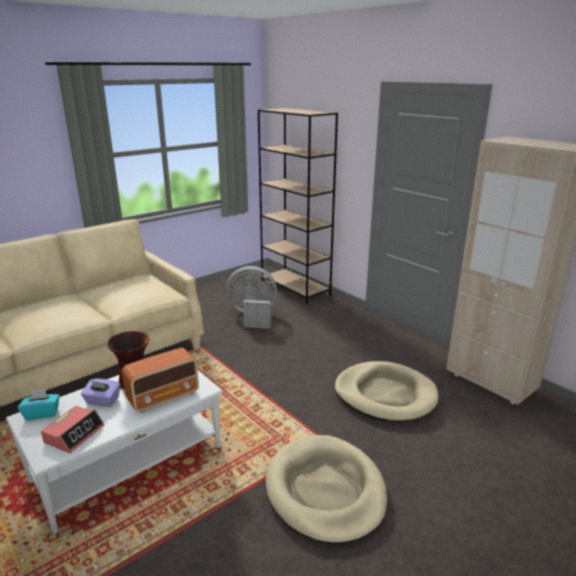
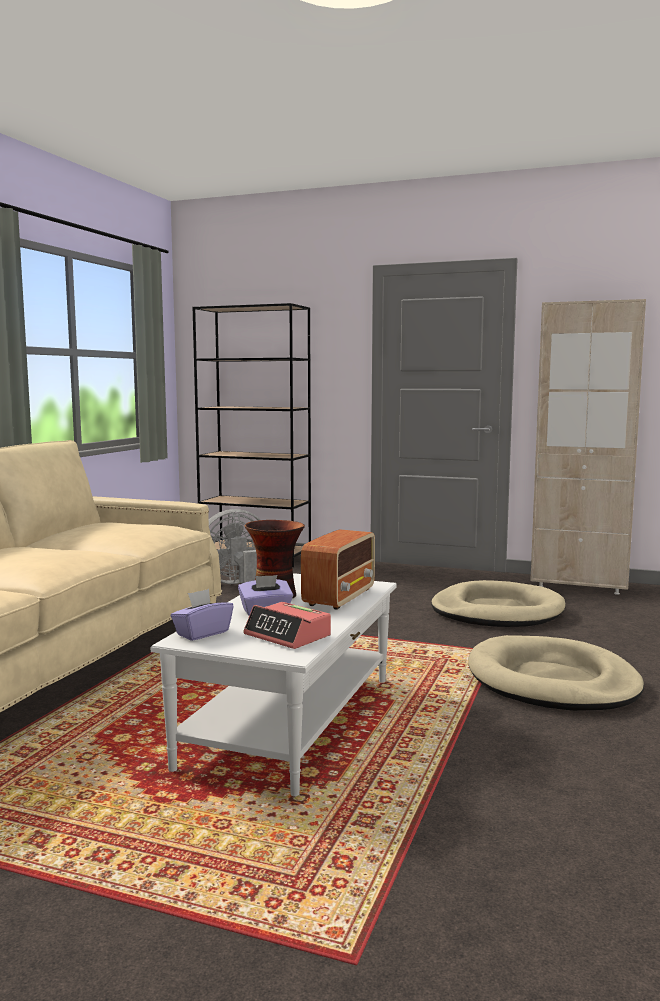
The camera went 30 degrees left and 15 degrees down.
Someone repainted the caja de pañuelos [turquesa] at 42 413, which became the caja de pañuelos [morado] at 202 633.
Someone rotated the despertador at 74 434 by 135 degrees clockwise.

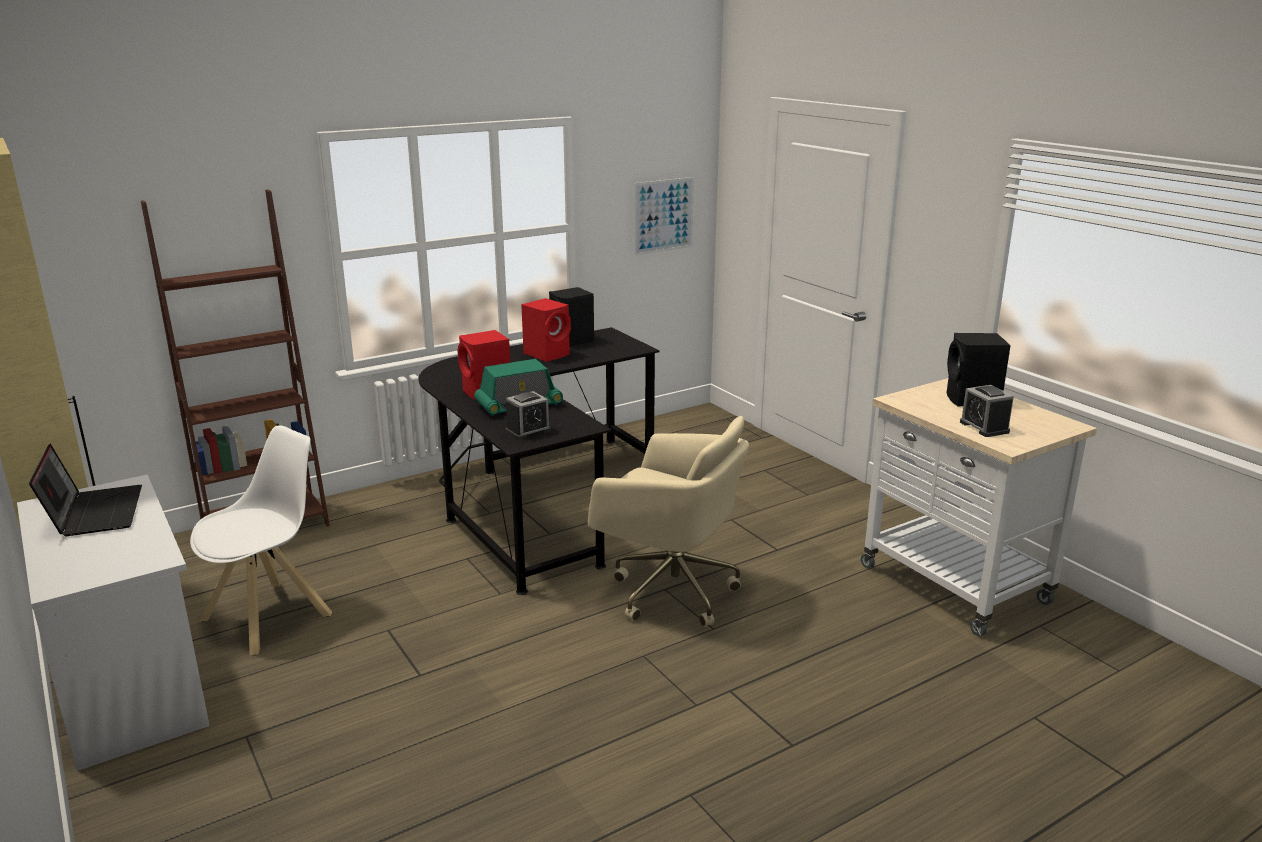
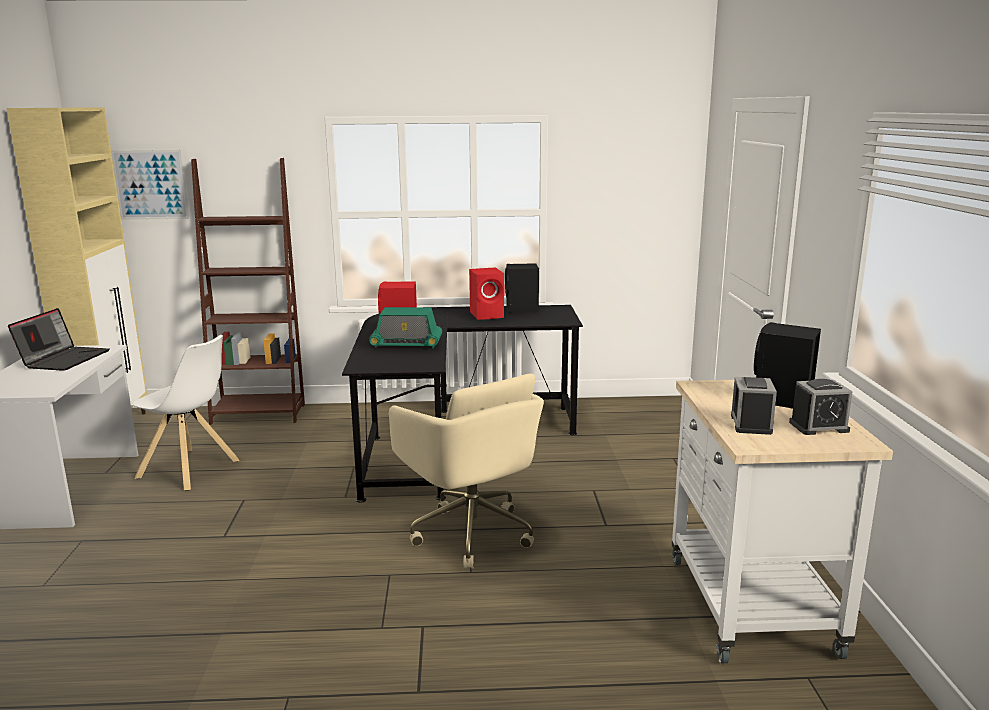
The camera went 30 degrees right and 5 degrees down.
Someone rotated the silla [blanco] at 270 615 by 45 degrees clockwise.
Someone carried the despertador from 528 430 to 818 427.
Someone carried the cuadro from 663 215 to 150 185.

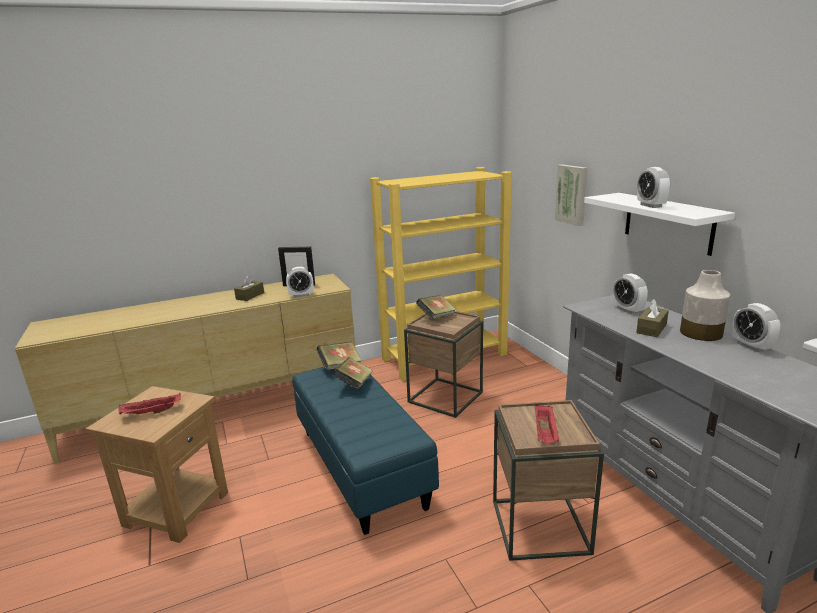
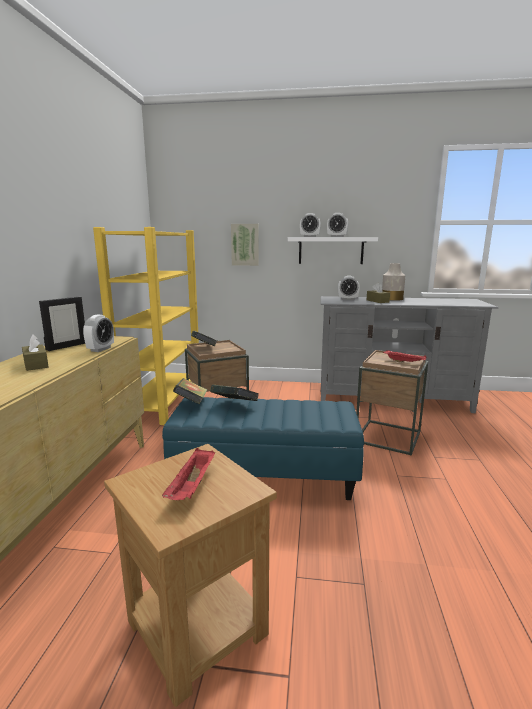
The camera went 60 degrees left and 5 degrees down.
Someone carried the despertador from 751 346 to 309 237.

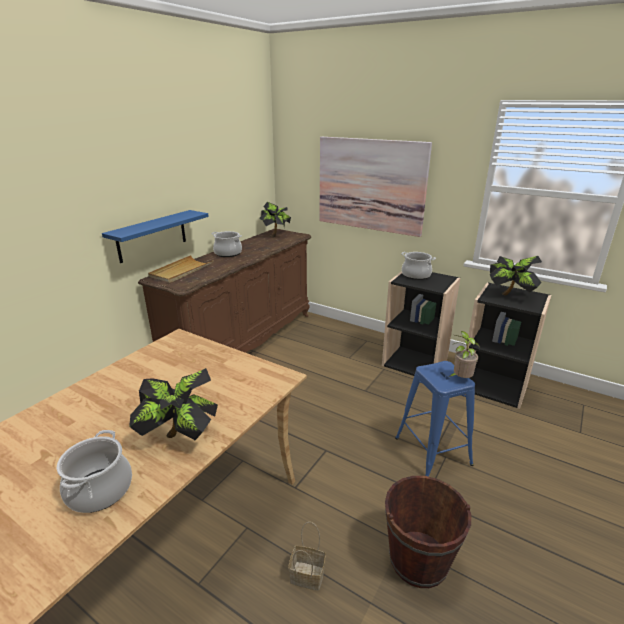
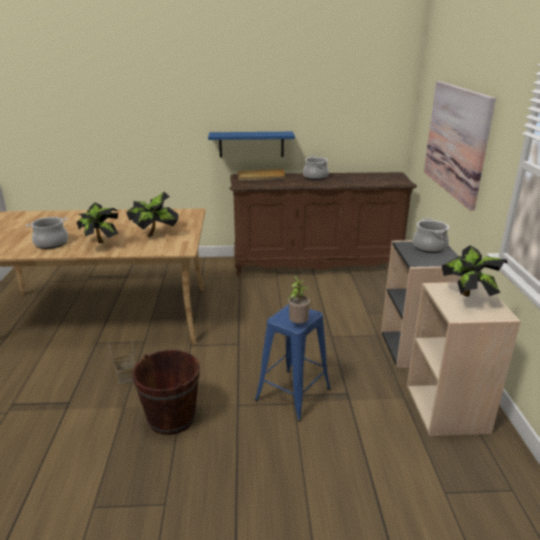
The camera went 55 degrees right and 0 degrees up.
Someone carried the planta en maceta from 275 235 to 155 235.
Someone repainted the estantería [negro] at 494 386, which became the estantería [beis] at 448 409.

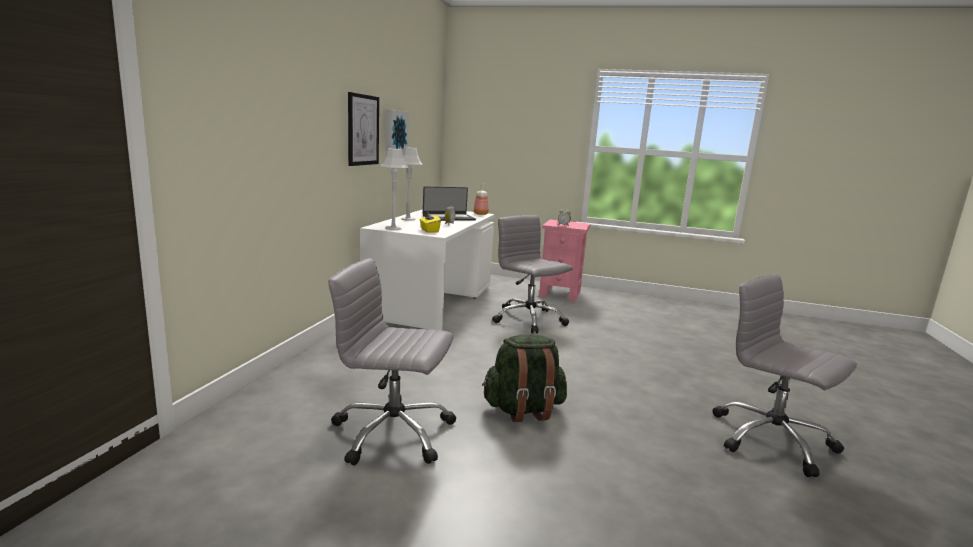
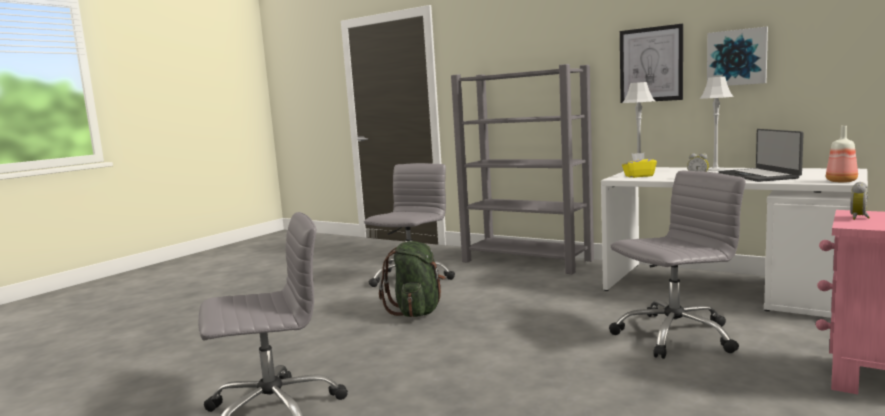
The camera went 110 degrees right and 5 degrees down.
Someone put down the estantería [gris] at 527 261.

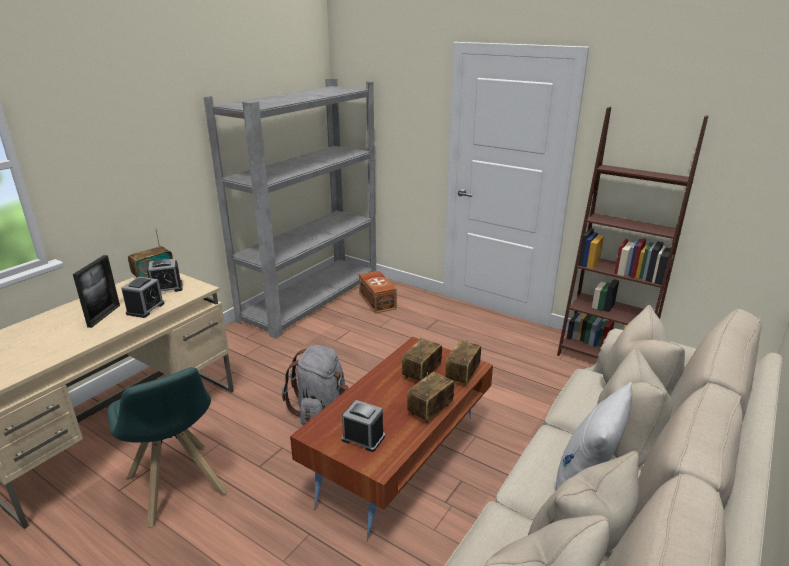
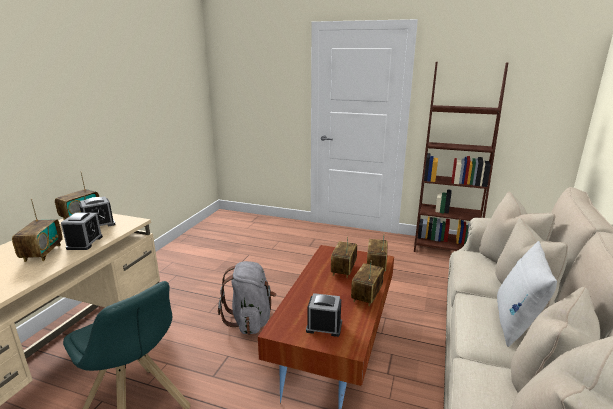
The camera went 15 degrees left and 5 degrees down.
Someone swapped the portarretratos at 104 316 for the radio at 42 253.
Someone took away the estantería [gris] at 311 297.
Someone took away the caja de almacenaje [marrón] at 377 300.

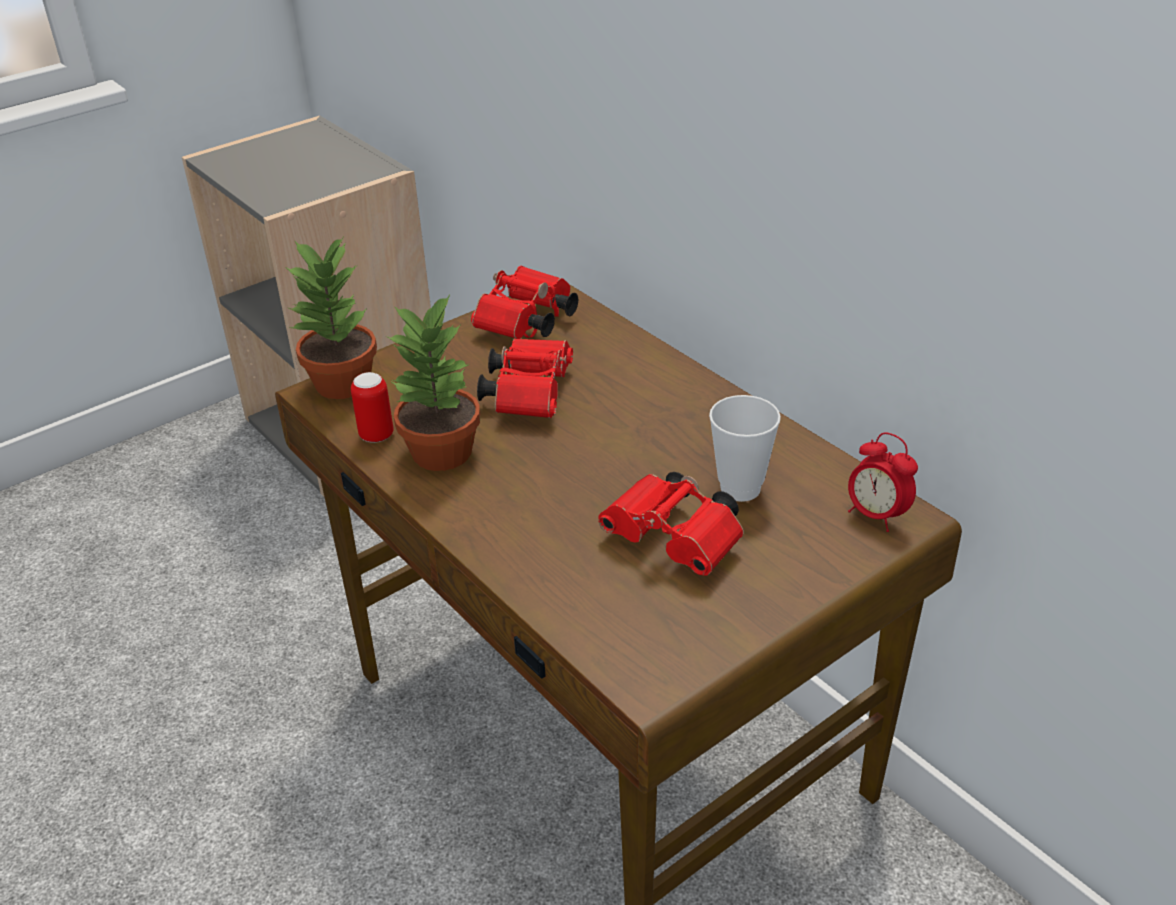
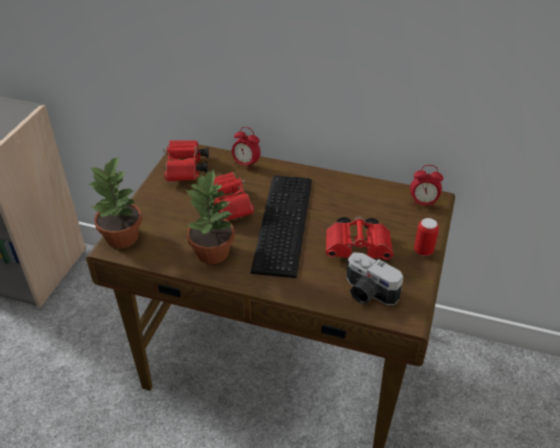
The camera went 35 degrees left and 5 degrees up.
Someone carried the lata from 376 435 to 423 251.
Someone took away the taza at 740 489.
Someone put down the despertador at 246 164.
Someone put down the teclado at 280 224.
Someone put down the cámara at 367 293.

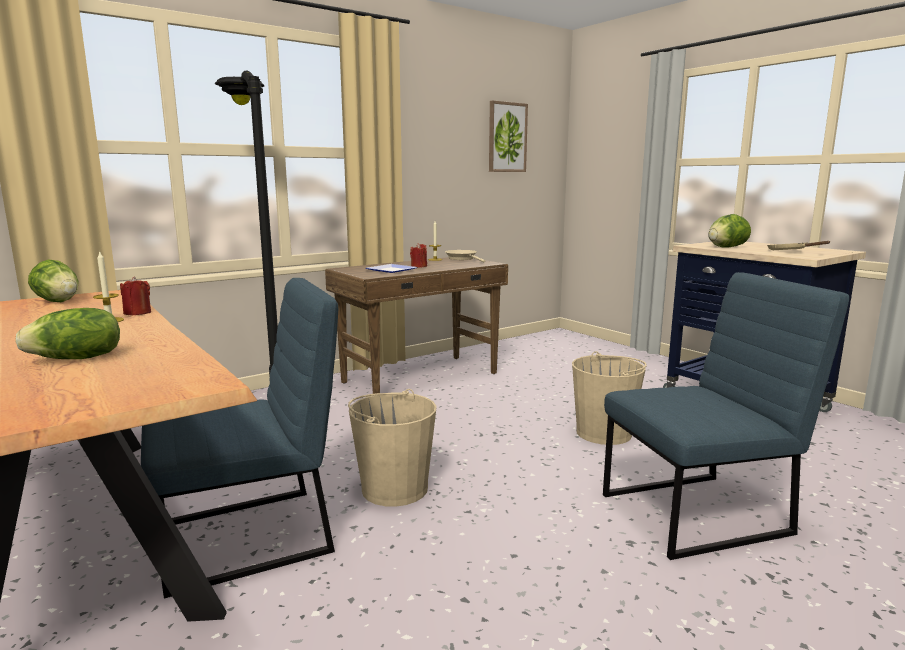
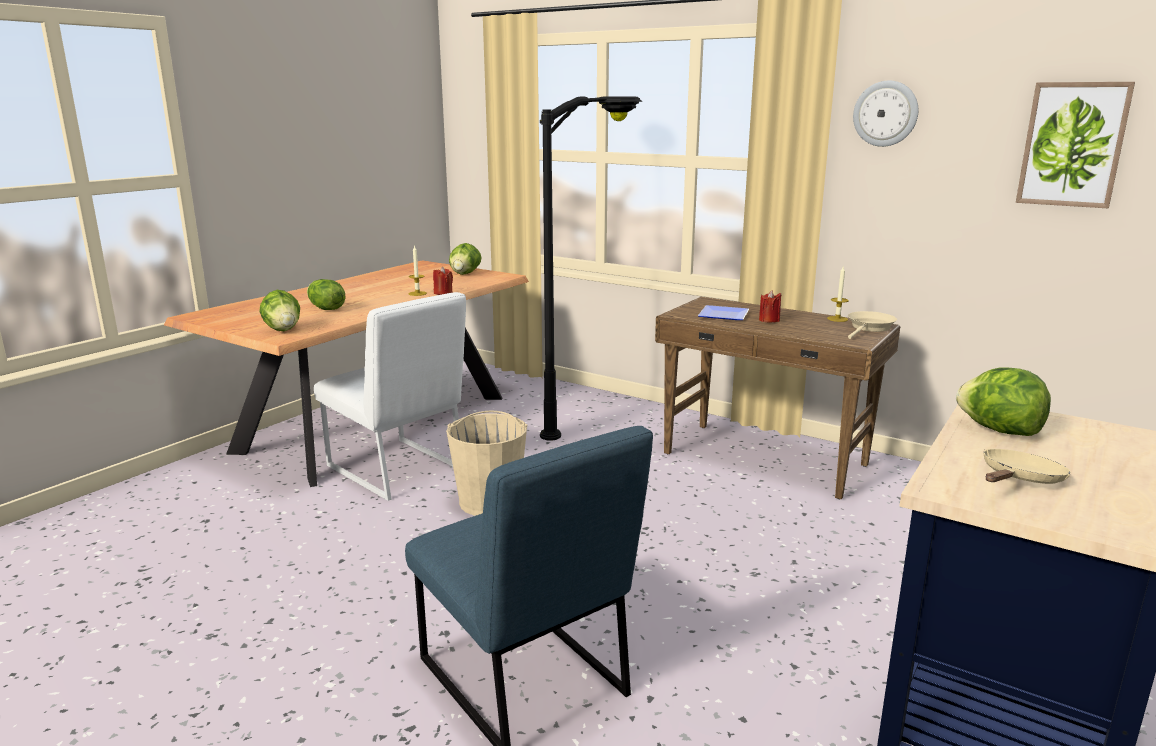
The camera went 70 degrees right and 5 degrees up.
Someone repainted the silla [azul] at 251 537, which became the silla [blanco] at 397 469.
Someone took away the cubo [beis] at 604 433.
Someone put down the lechuga at 283 330.
Someone put up the reloj de pared at 885 113.

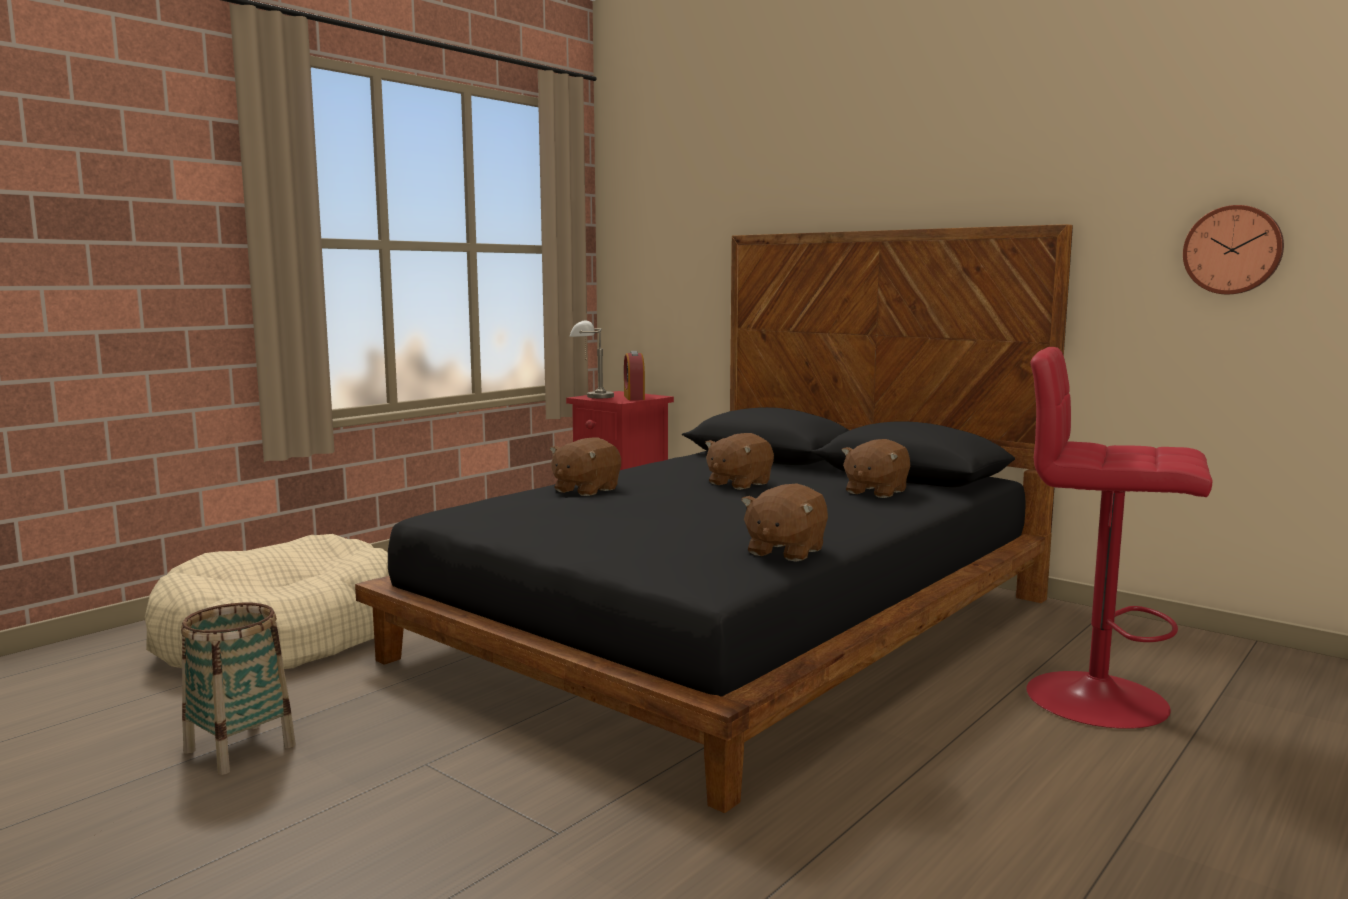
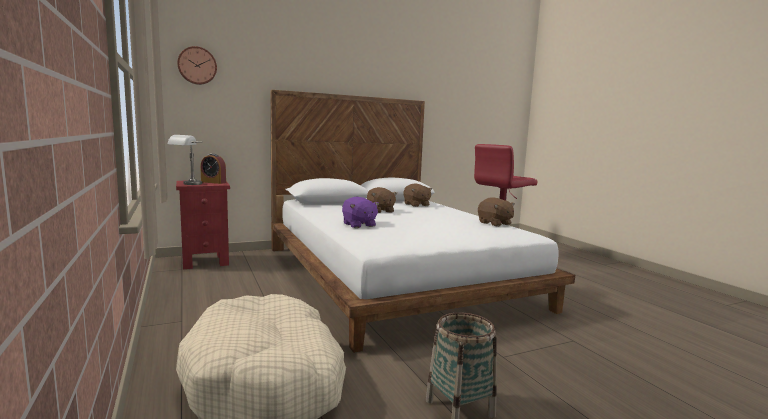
The camera went 65 degrees left and 0 degrees up.
Someone repainted the cama [negro] at 735 628, which became the cama [blanco] at 394 276.
Someone repainted the peluche [marrón] at 585 490, which became the peluche [morado] at 359 225.
Someone carried the reloj de pared from 1233 250 to 197 66.

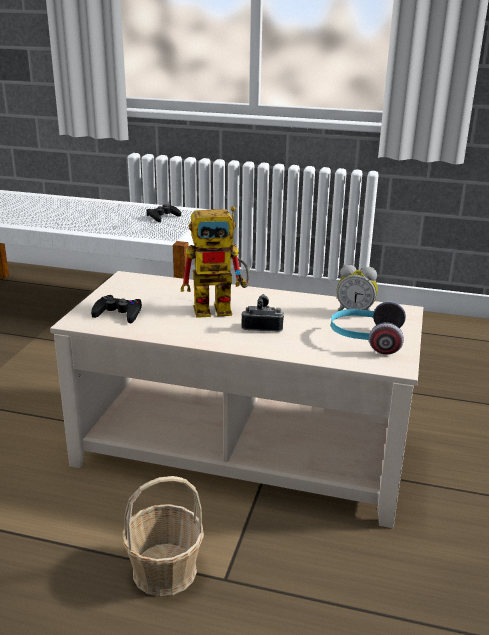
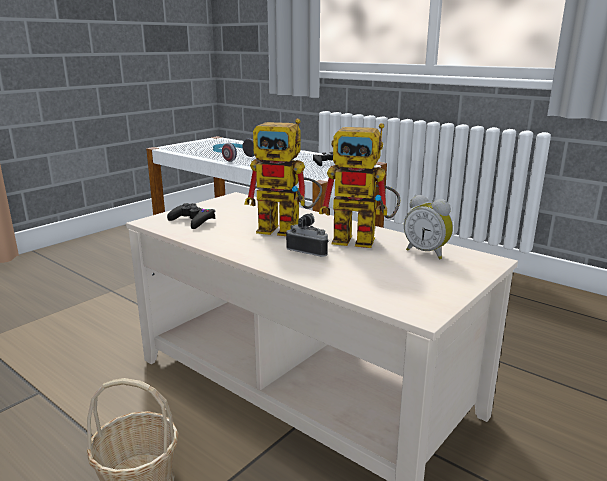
The camera went 25 degrees right and 5 degrees down.
Someone carried the auriculares from 365 339 to 232 157.
Someone put down the robot de juguete at 364 240.

